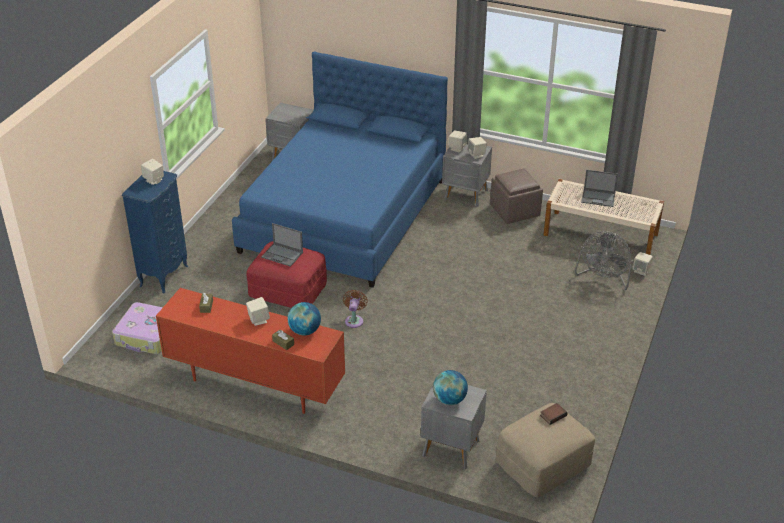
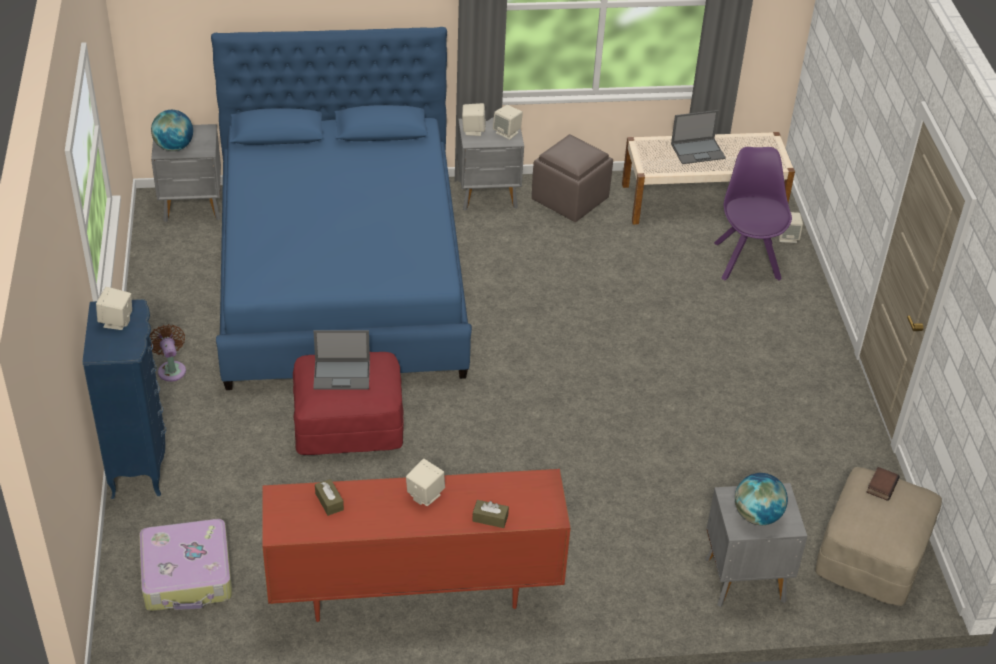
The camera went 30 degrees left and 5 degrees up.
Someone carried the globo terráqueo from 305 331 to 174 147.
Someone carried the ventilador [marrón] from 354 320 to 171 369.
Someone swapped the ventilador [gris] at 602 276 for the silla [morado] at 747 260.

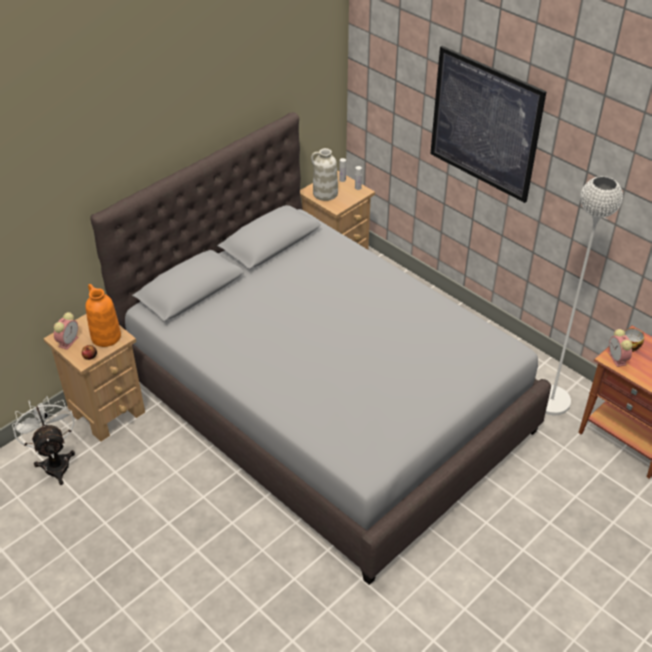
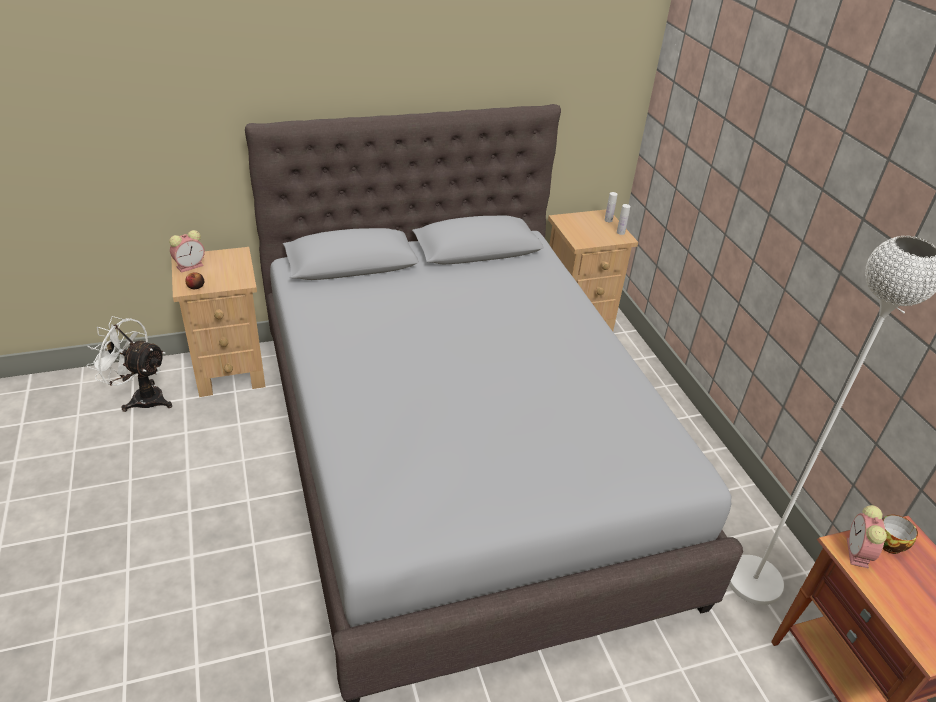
The camera went 25 degrees right and 5 degrees down.
Someone rotated the ventilador [blanco] at 55 462 by 75 degrees counterclockwise.
Someone took away the florero [naranja] at 105 336.
Someone took away the florero [blanco] at 325 194.
Someone took away the cuadro at 485 124.

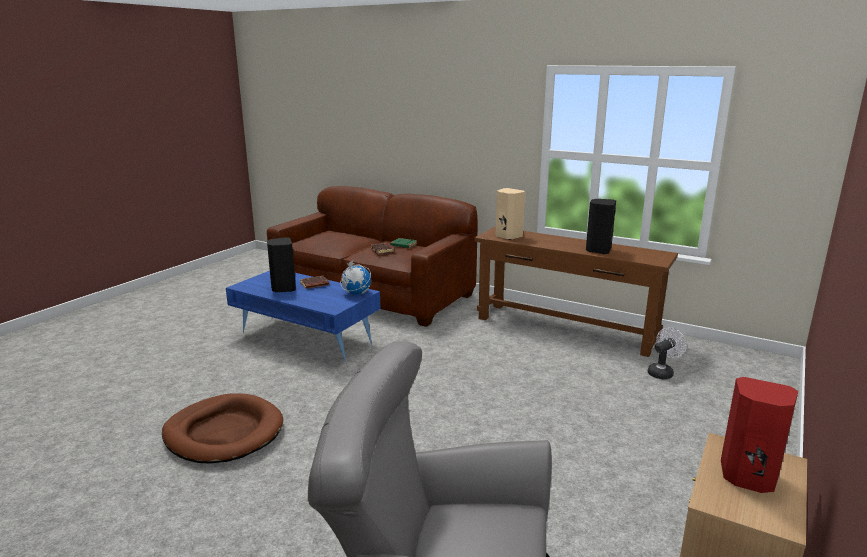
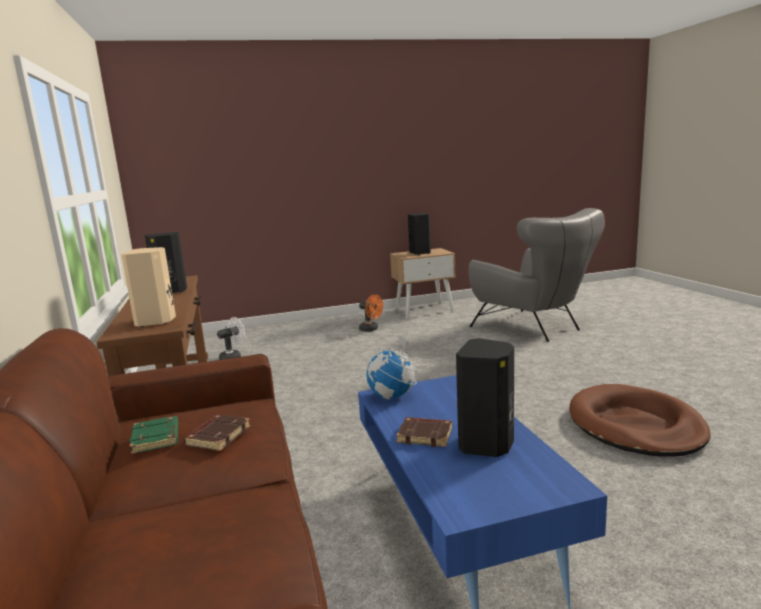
The camera went 135 degrees left and 5 degrees down.
Someone rotated the ventilador [blanco] at 662 372 by 135 degrees clockwise.
Someone repainted the altavoz [rojo] at 748 478, which became the altavoz [negro] at 420 253.
Someone put down the ventilador [naranja] at 371 329.

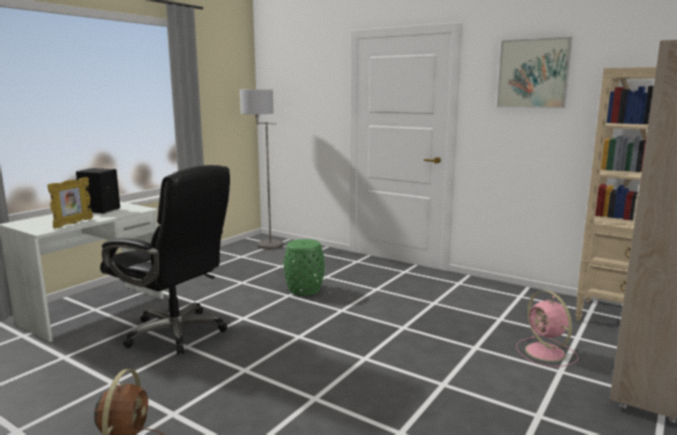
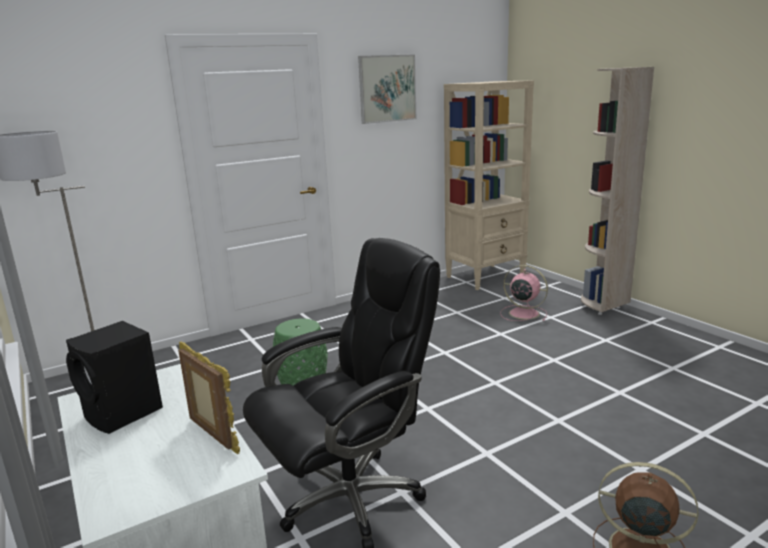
The camera went 65 degrees left and 5 degrees up.
Someone rotated the ventilador [rosa] at 546 353 by 150 degrees counterclockwise.

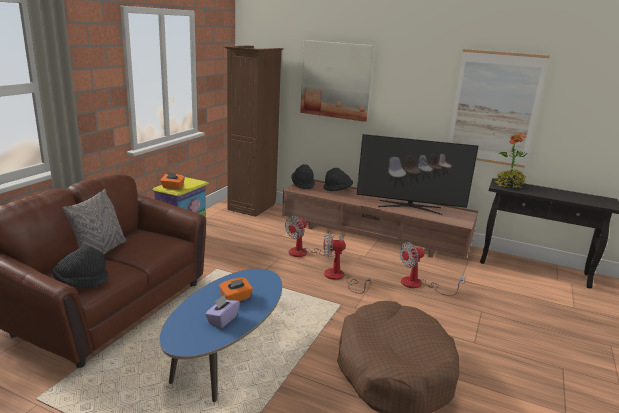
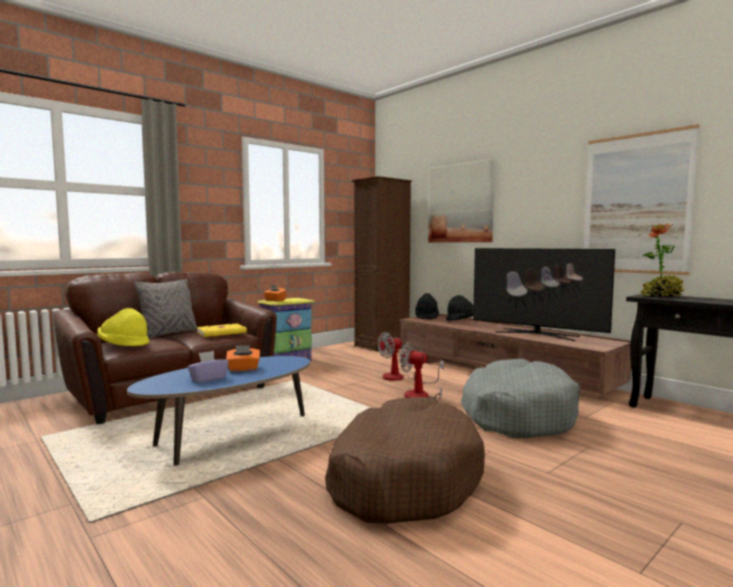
The camera went 25 degrees right and 15 degrees down.
Someone repainted the sombrero [negro] at 81 283, which became the sombrero [amarillo] at 123 345.
Someone swapped the ventilador at 419 285 for the cama para perro [gris] at 517 414.
Someone put down the libro [amarillo] at 222 333.

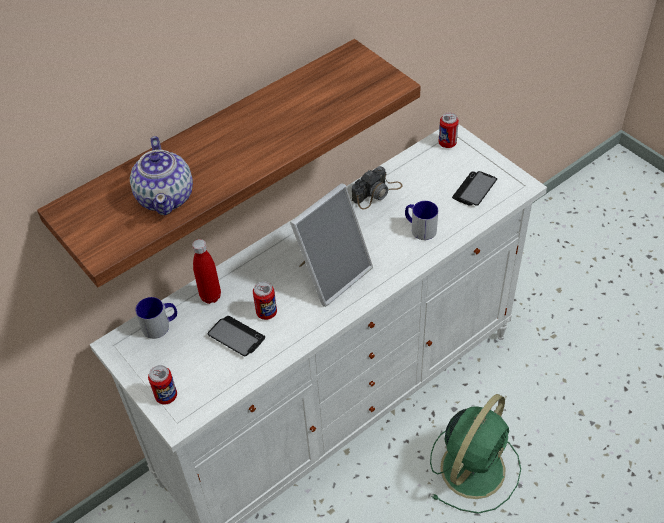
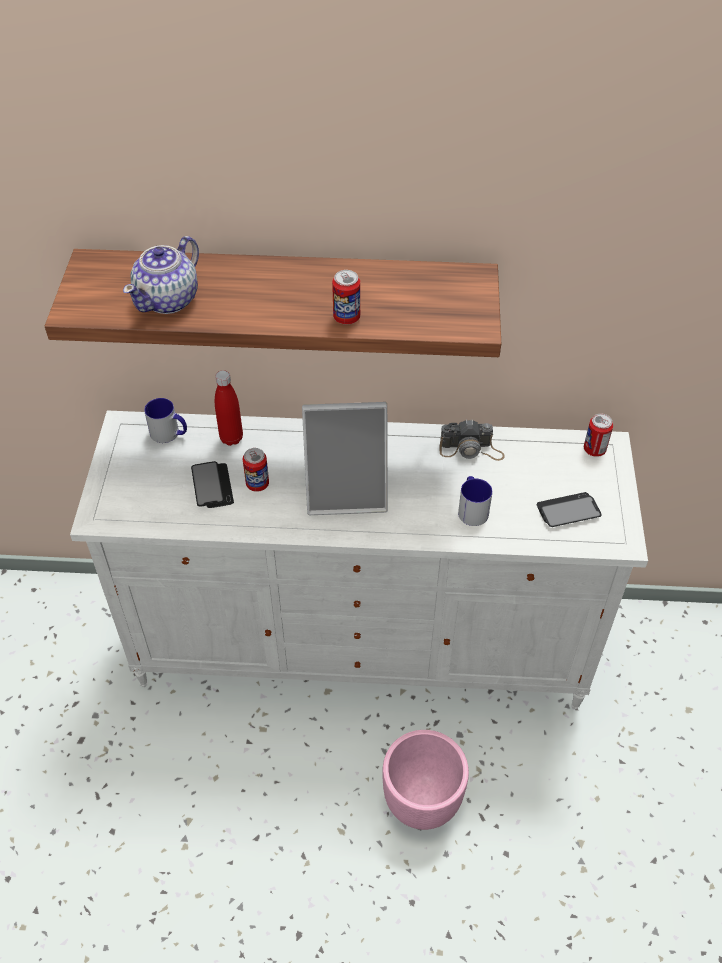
The camera went 40 degrees right and 0 degrees up.
Someone carried the lata from 166 396 to 346 317.
Someone swapped the ventilador [verde] at 474 466 for the maceta [rosa] at 422 800.

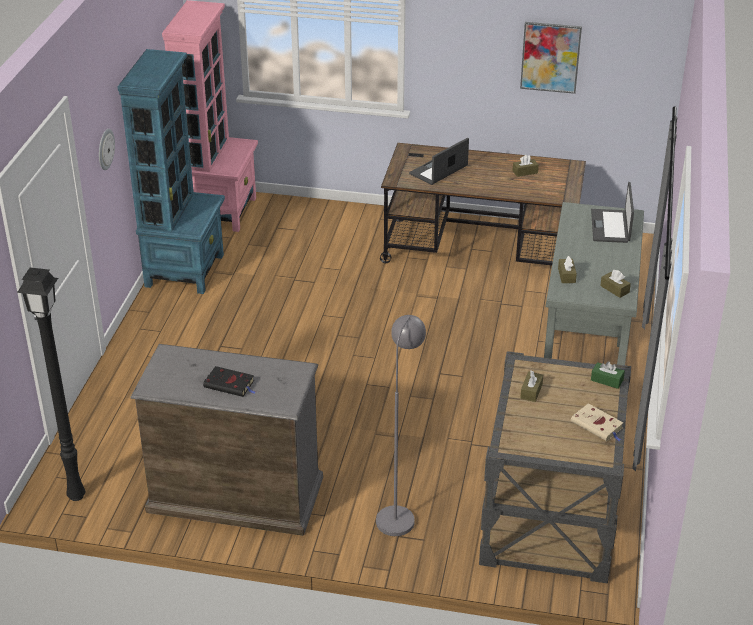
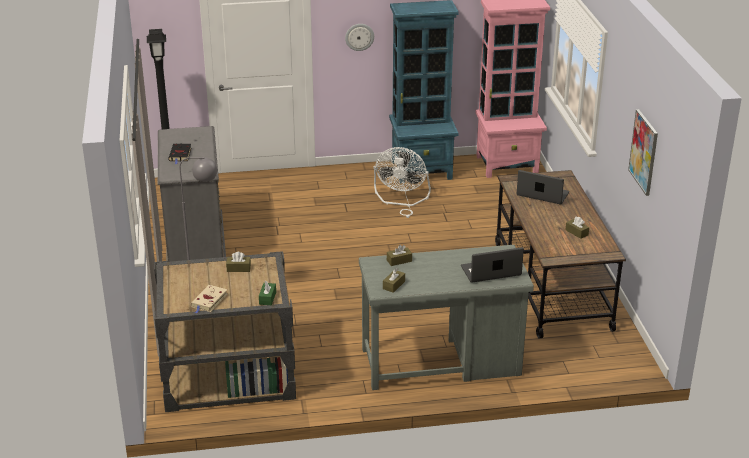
The camera went 70 degrees right and 5 degrees down.
Someone put down the ventilador [blanco] at 401 201.

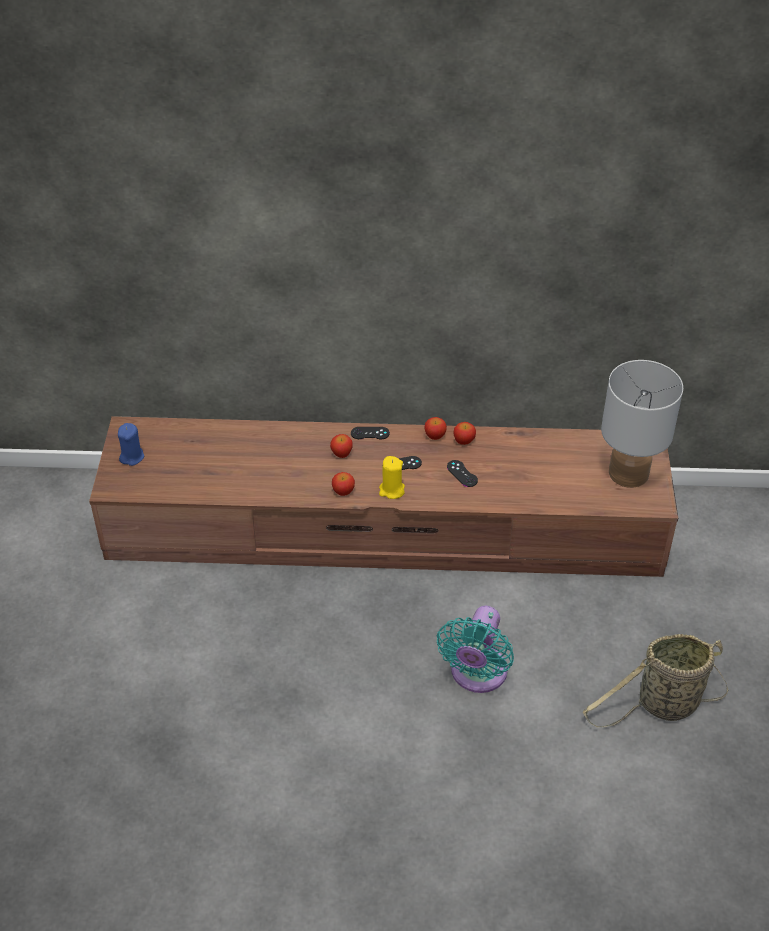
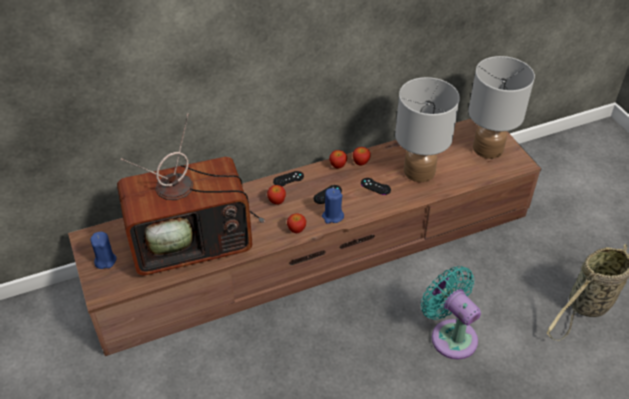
The camera went 25 degrees left and 0 degrees up.
Someone repainted the vela [amarillo] at 391 490, which became the vela [azul] at 332 216.
Someone rotated the ventilador [turquesa] at 476 675 by 150 degrees clockwise.
Someone put down the televisor at 194 241.
Someone put down the lámpara de mesa [gris] at 418 171.

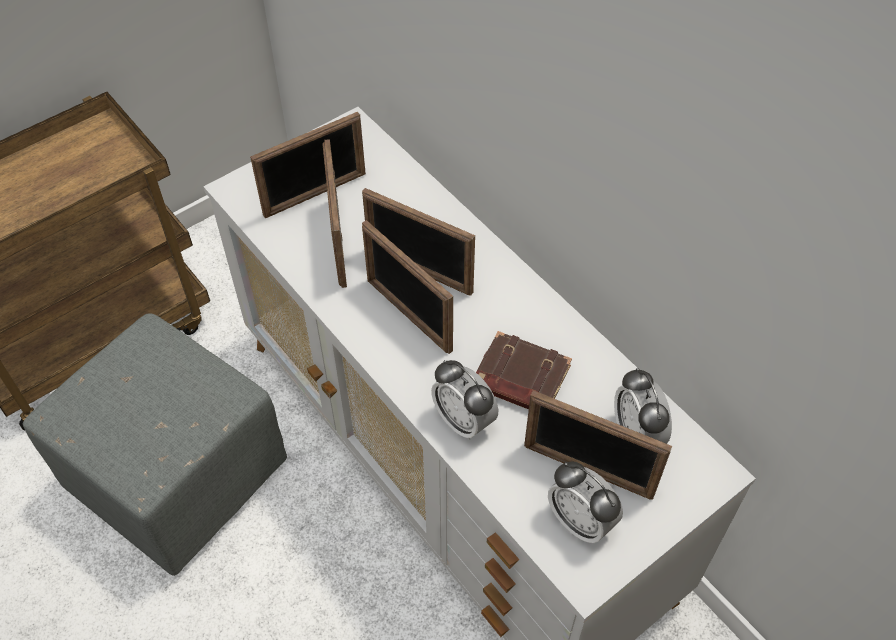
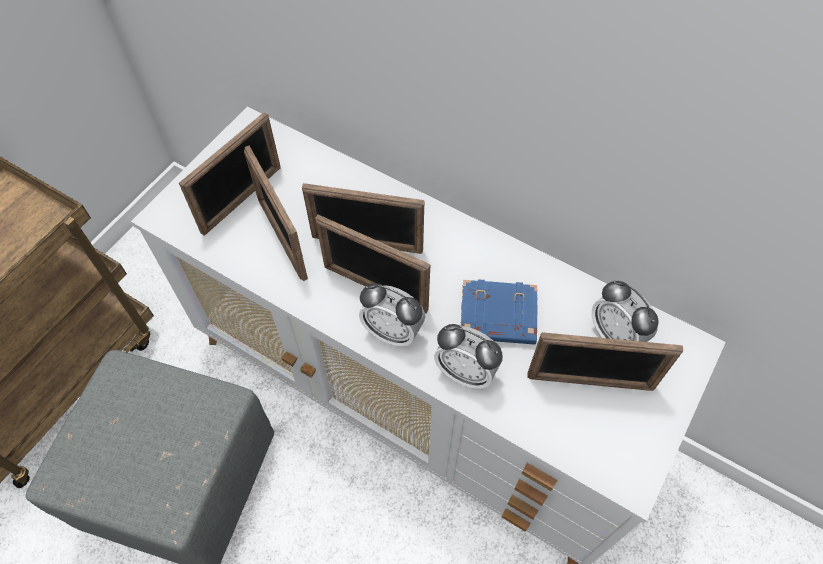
The camera went 20 degrees left and 5 degrees up.
Someone repainted the libro [marrón] at 519 378, which became the libro [azul] at 497 317.
Someone carried the despertador from 580 521 to 392 331.

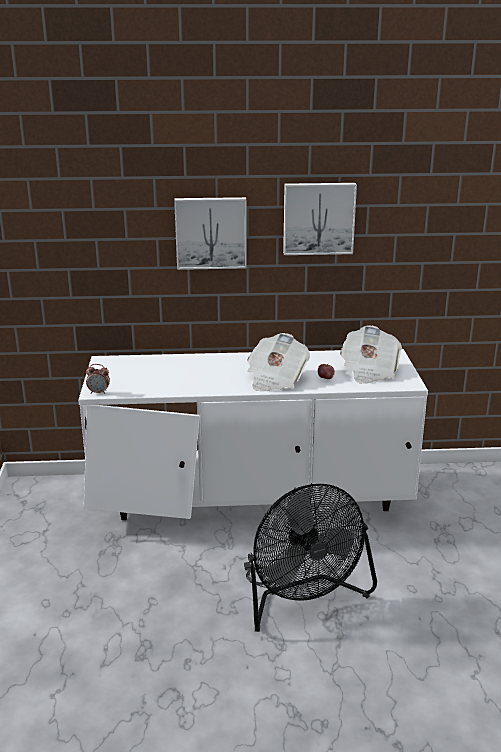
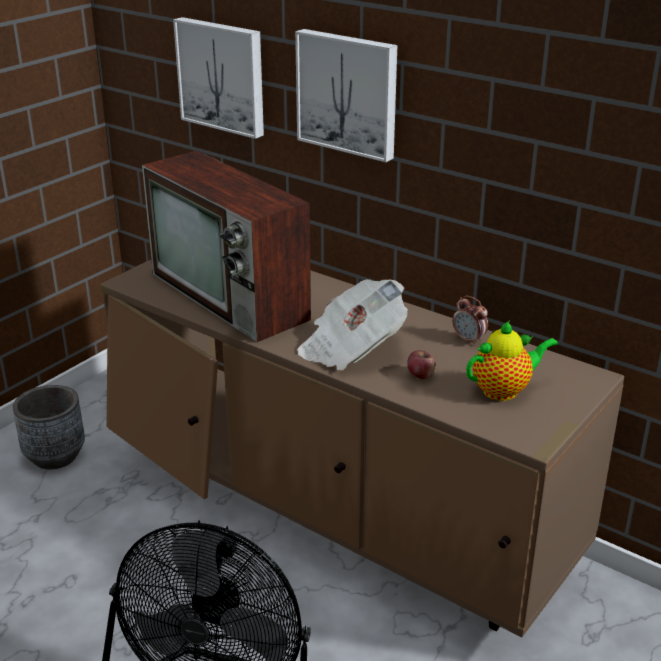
The camera went 40 degrees right and 5 degrees up.
Someone repainted the mueble de televisión [blanco] at 249 500, which became the mueble de televisión [marrón] at 332 512.
Someone carried the despertador from 99 392 to 469 340.
Someone carried the cuadro from 318 218 to 222 76.
Someone swapped the periódico at 369 371 for the tetera at 504 390.
Someone put down the maceta [gris] at 55 456.
Someone put down the televisor at 231 297.

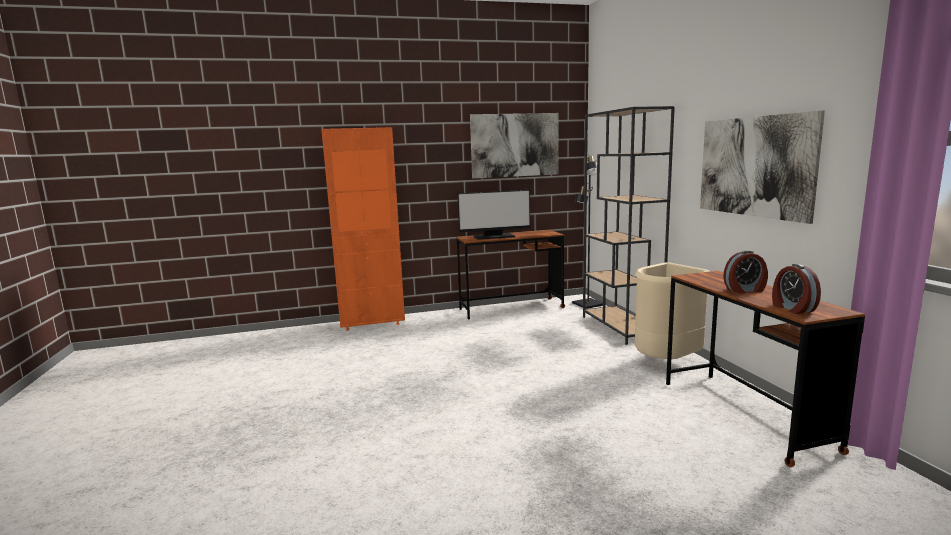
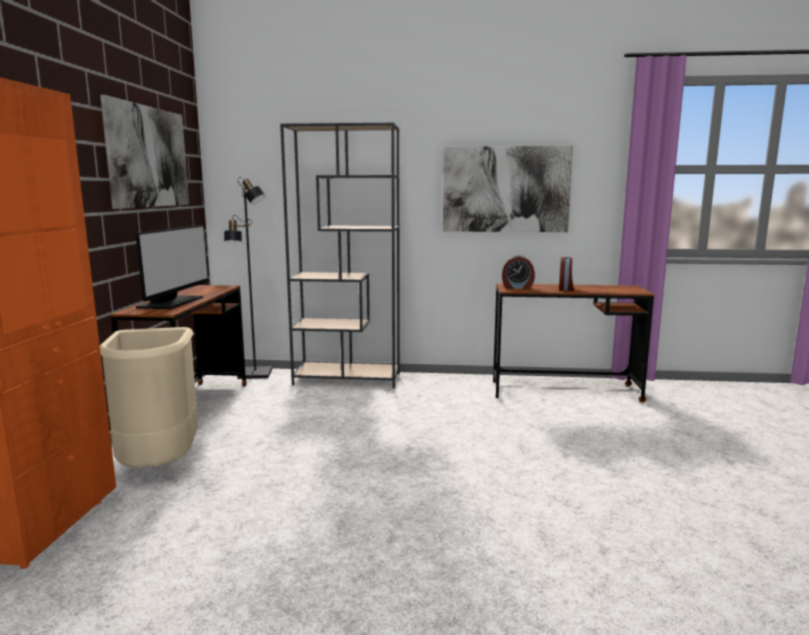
The camera went 70 degrees left and 0 degrees up.
Someone carried the papelera [beis] from 666 361 to 159 466.
Someone carried the despertador from 792 308 to 517 288.

